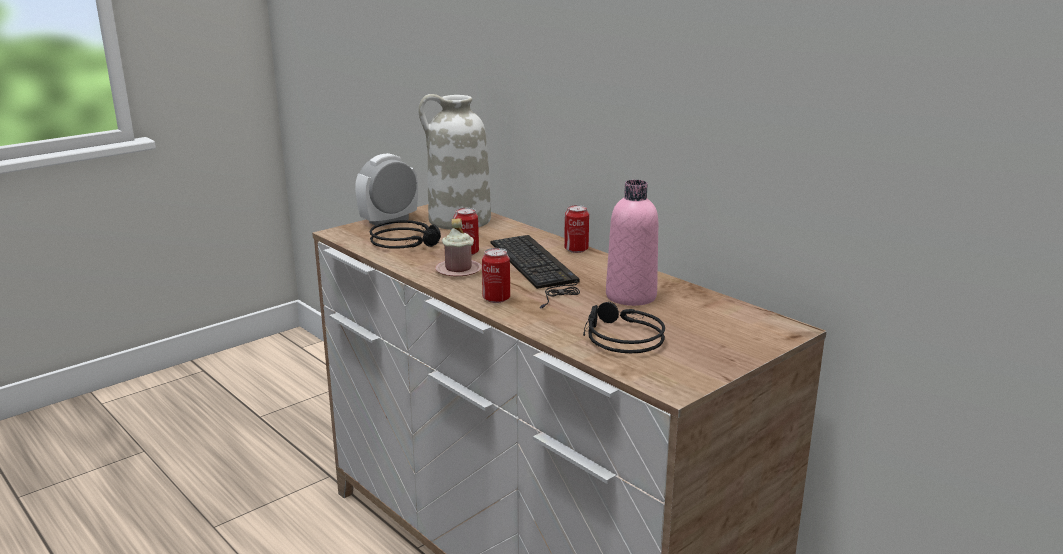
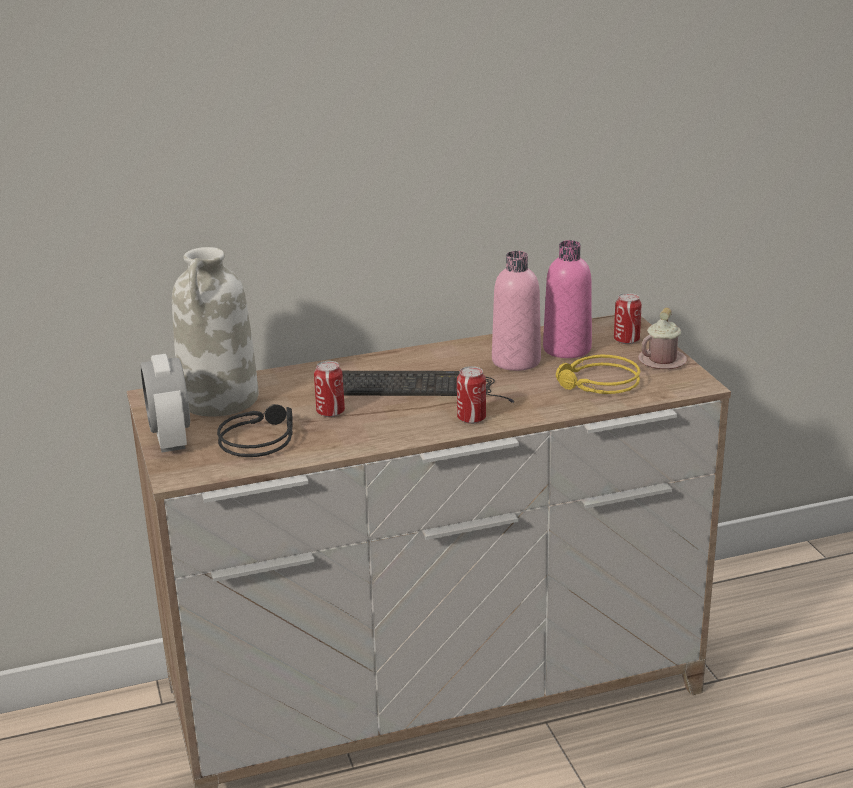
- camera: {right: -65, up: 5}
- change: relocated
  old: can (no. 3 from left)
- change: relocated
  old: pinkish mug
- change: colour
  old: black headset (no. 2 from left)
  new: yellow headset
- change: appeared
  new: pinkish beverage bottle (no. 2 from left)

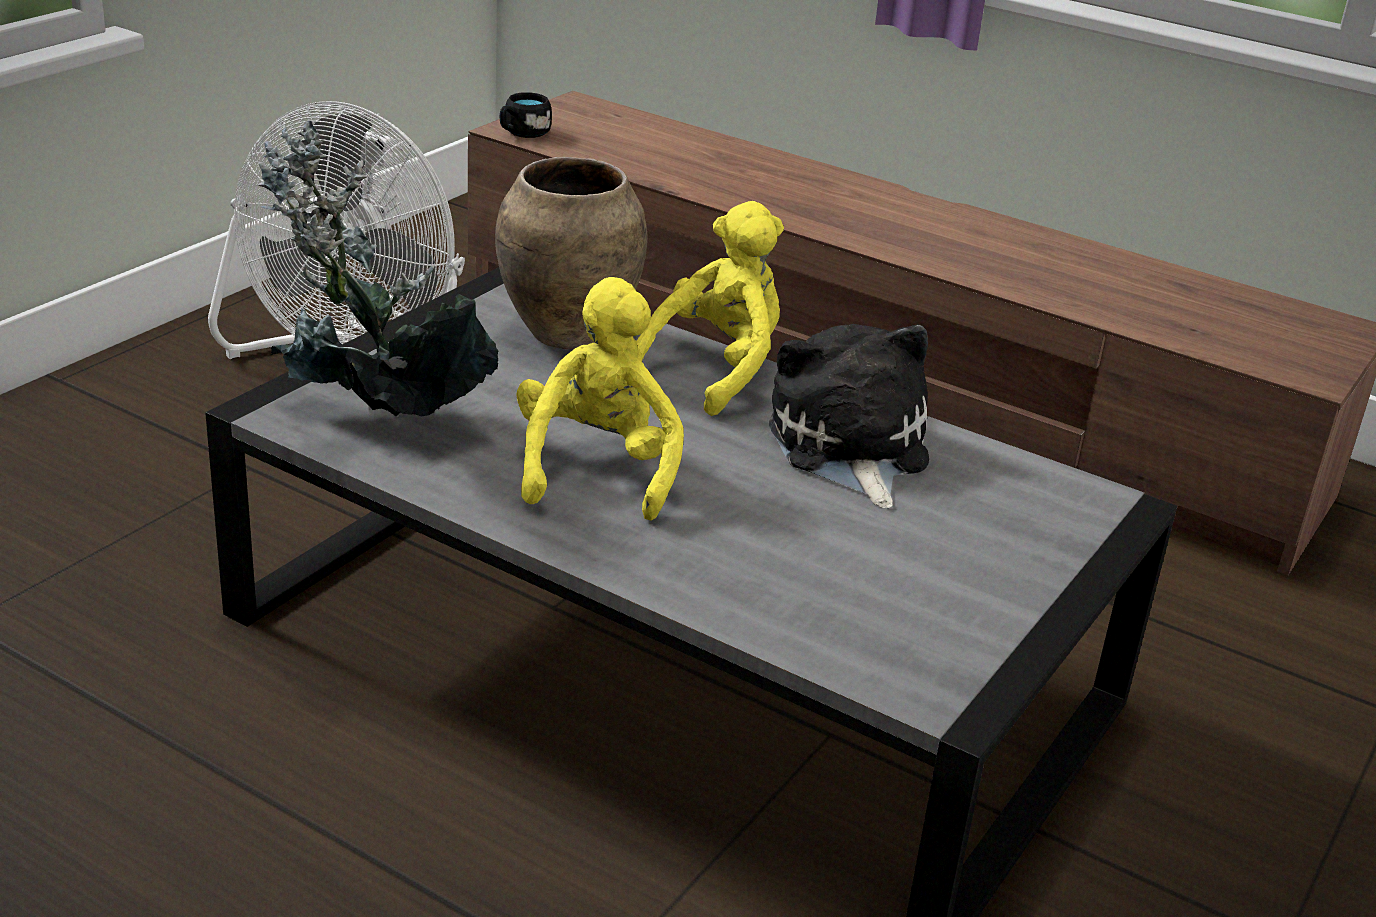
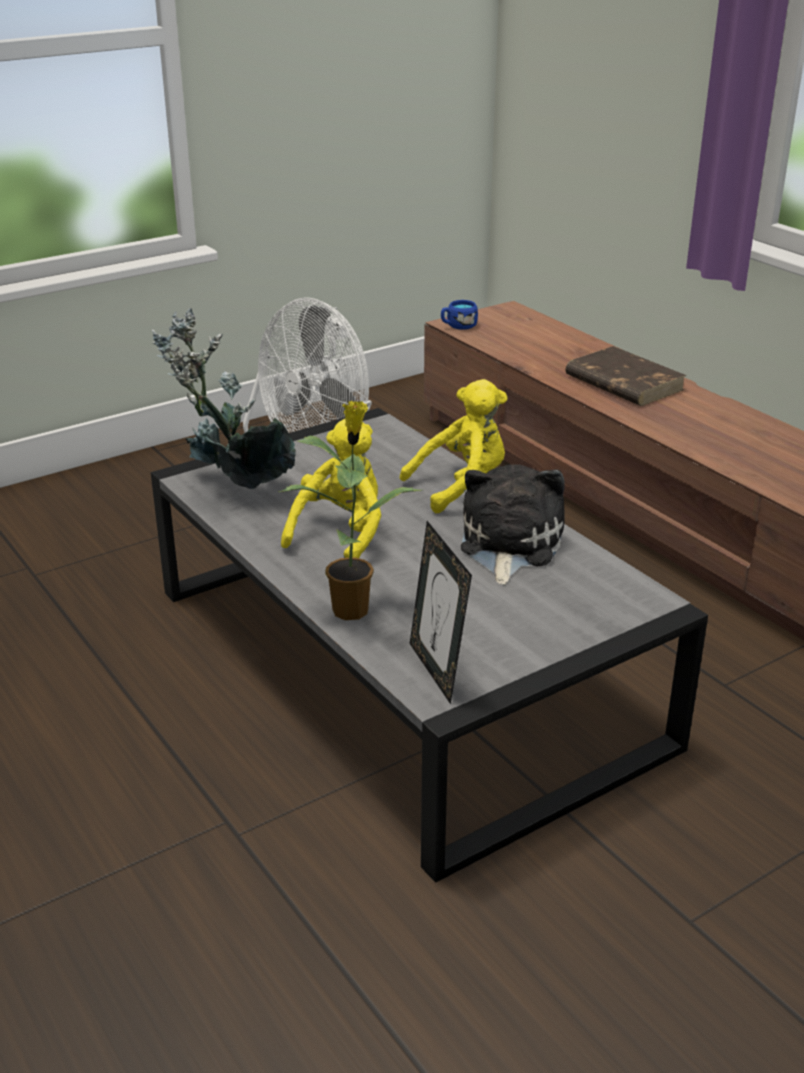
- camera: {right: 25, up: 0}
- change: colour
  old: black mug
  new: blue mug
- change: missing
  old: brown flower vase
- change: appeared
  new: brown bound book
- change: appeared
  new: potted plant (no. 2 from left)
- change: appeared
  new: photo frame

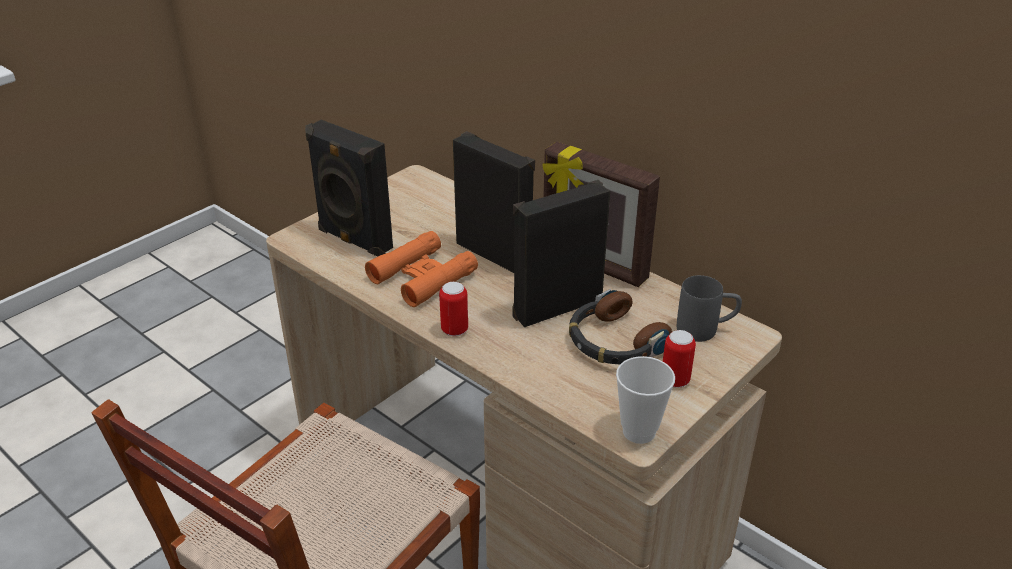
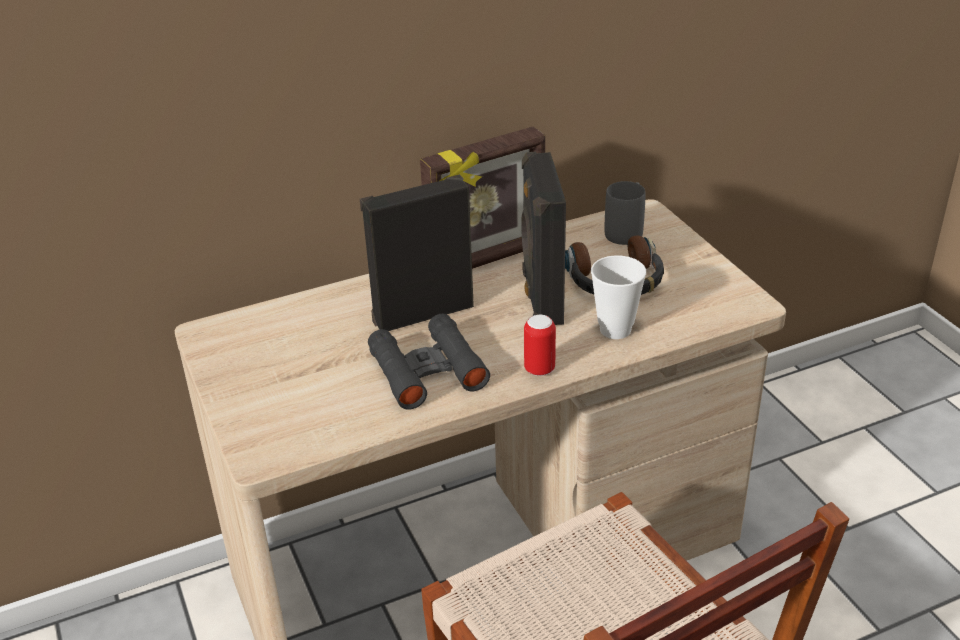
- camera: {right: -65, up: 0}
- change: missing
  old: black loudspeaker (no. 1 from left)
- change: colour
  old: orange-coloured binoculars
  new: black binoculars
- change: missing
  old: can (no. 2 from left)
- change: relocated
  old: cup

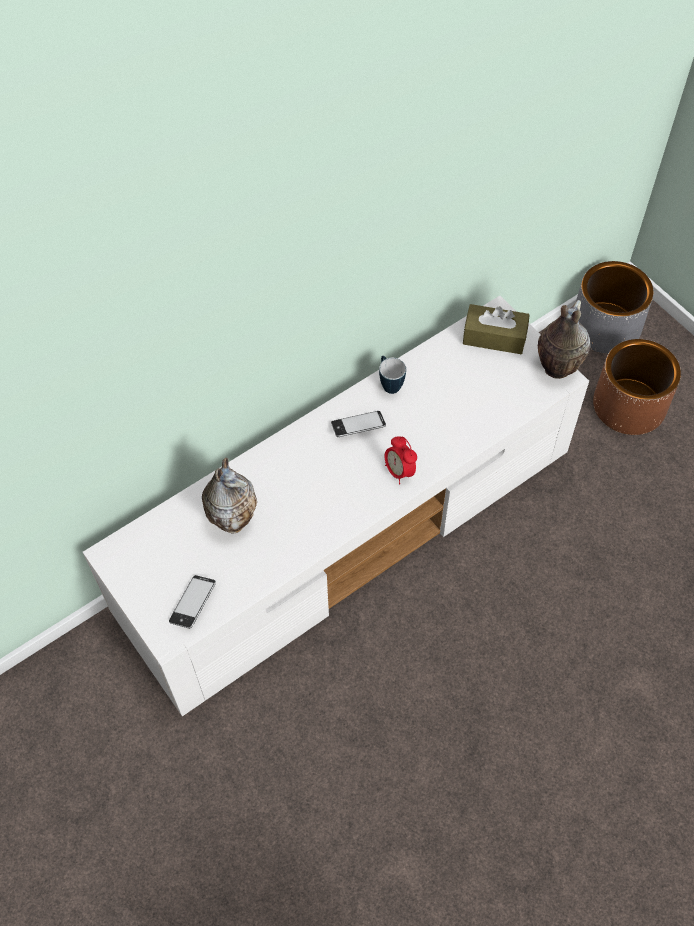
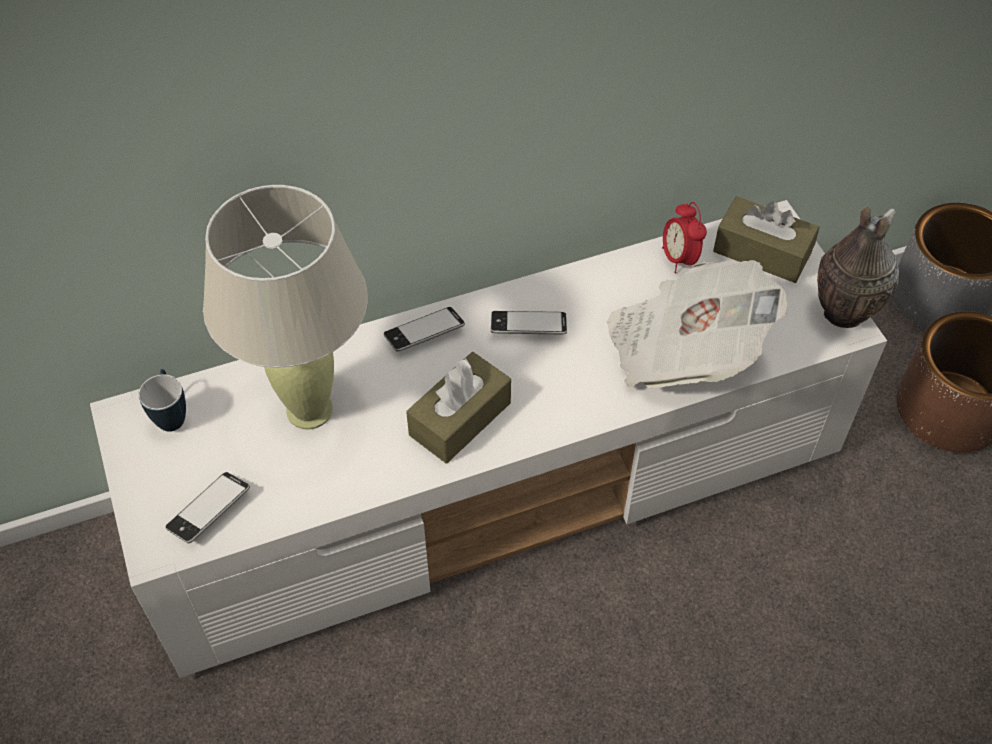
- camera: {right: 15, up: -5}
- change: relocated
  old: mug
- change: relocated
  old: bedside clock
- change: exchanged
  old: flower vase (no. 1 from left)
  new: sand-coloured lamp for a table
- change: appeared
  new: daily paper
- change: appeared
  new: phone (no. 2 from left)
- change: appeared
  new: brown tissue box (no. 1 from left)

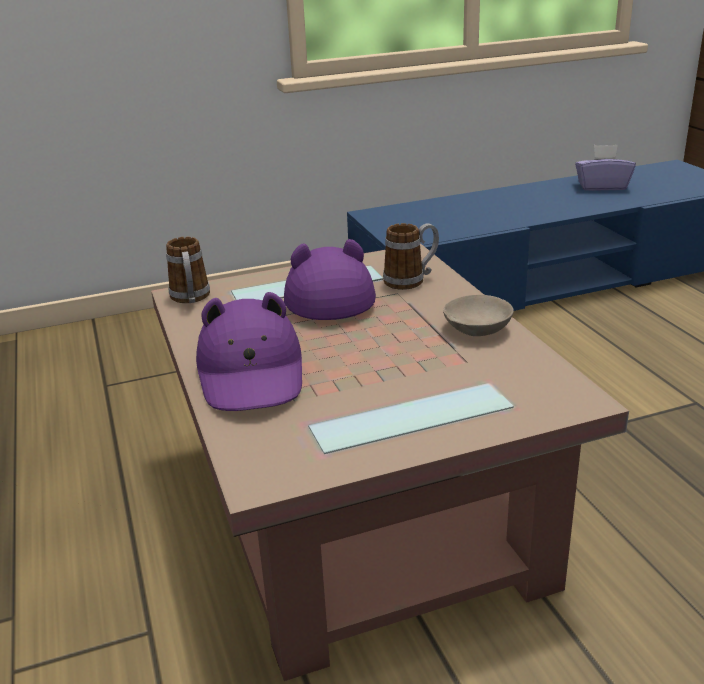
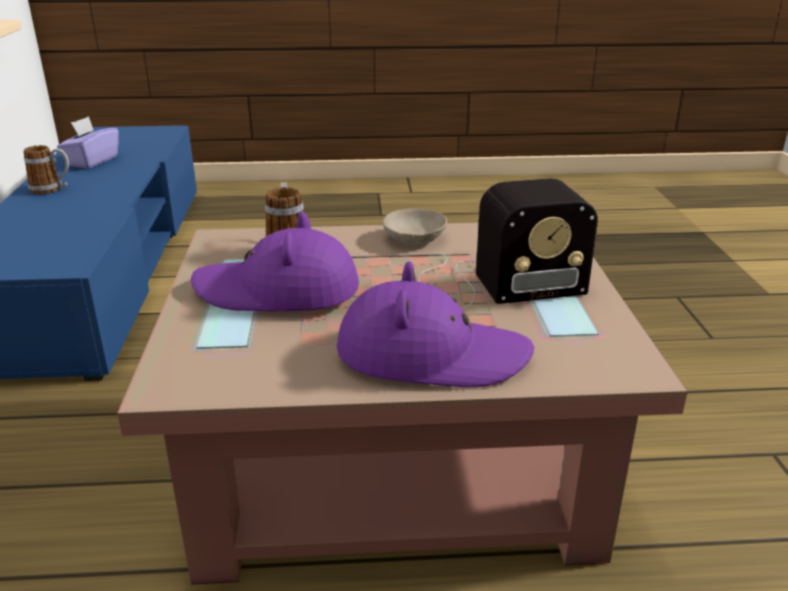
- camera: {right: -75, up: 0}
- change: relocated
  old: mug (no. 1 from left)
- change: appeared
  new: radio set

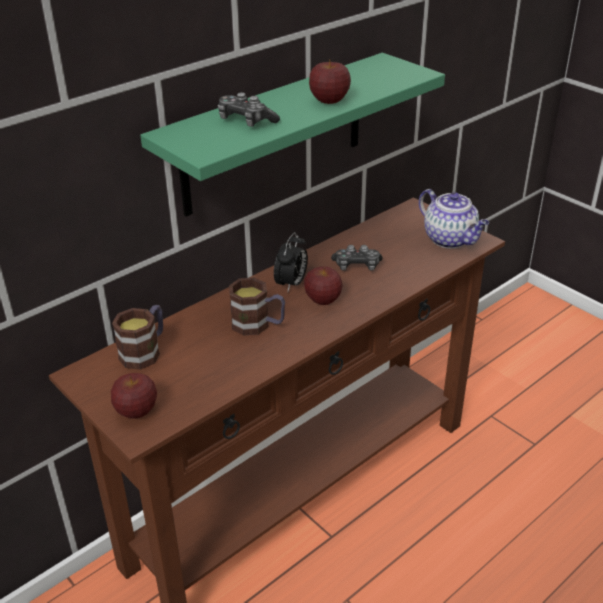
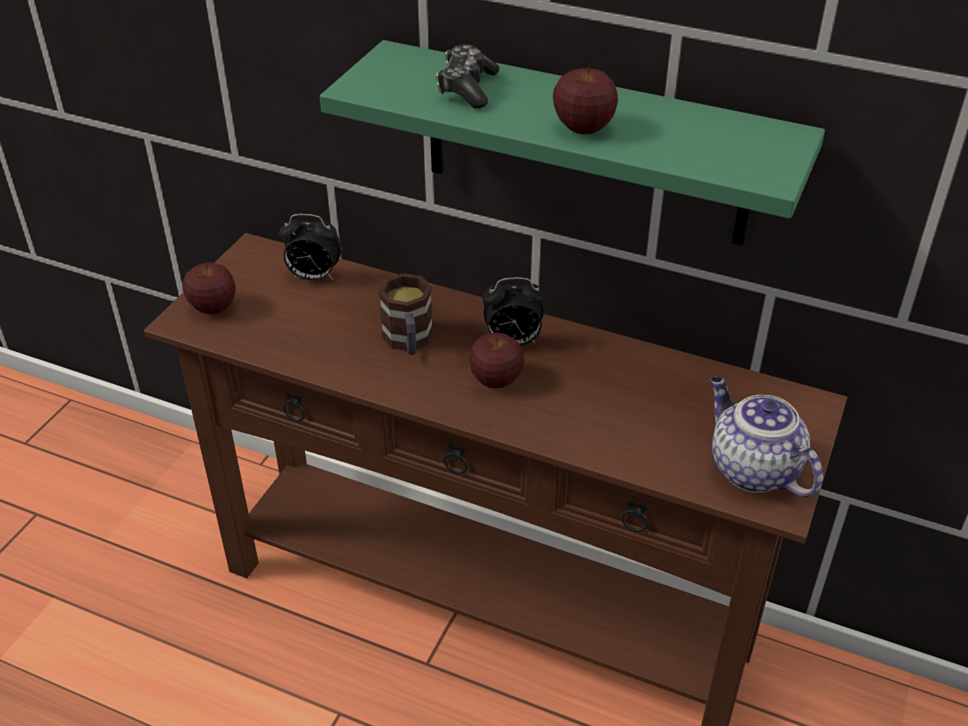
- camera: {right: 65, up: 5}
- change: spun
  old: tea pot
  degrees: 120
- change: missing
  old: game controller (no. 2 from left)
- change: exchanged
  old: mug (no. 1 from left)
  new: bedside clock (no. 1 from left)

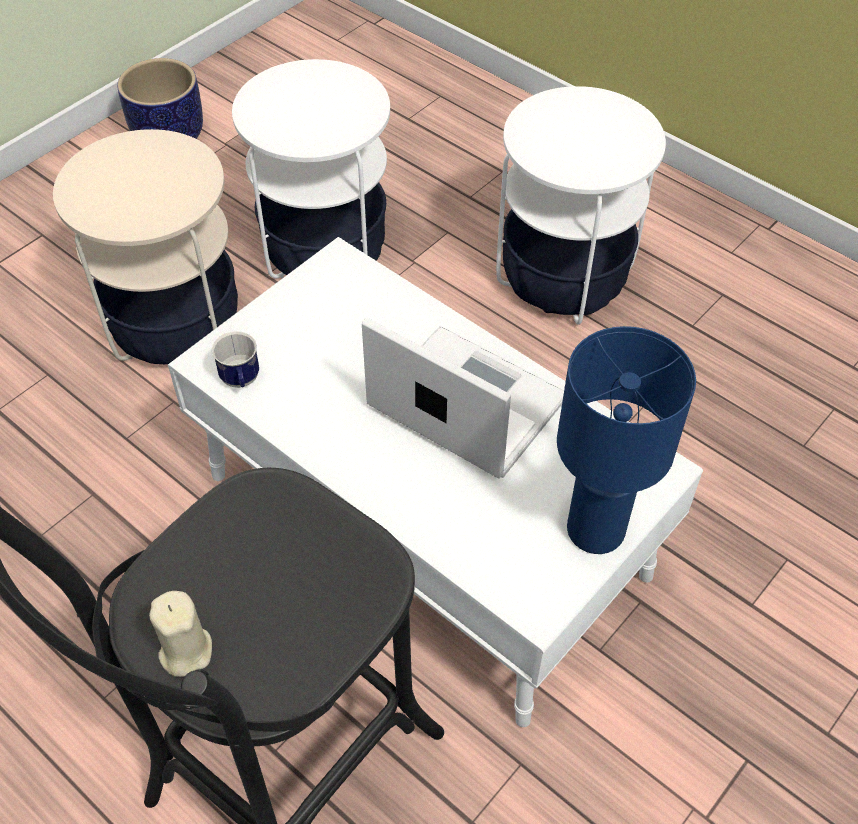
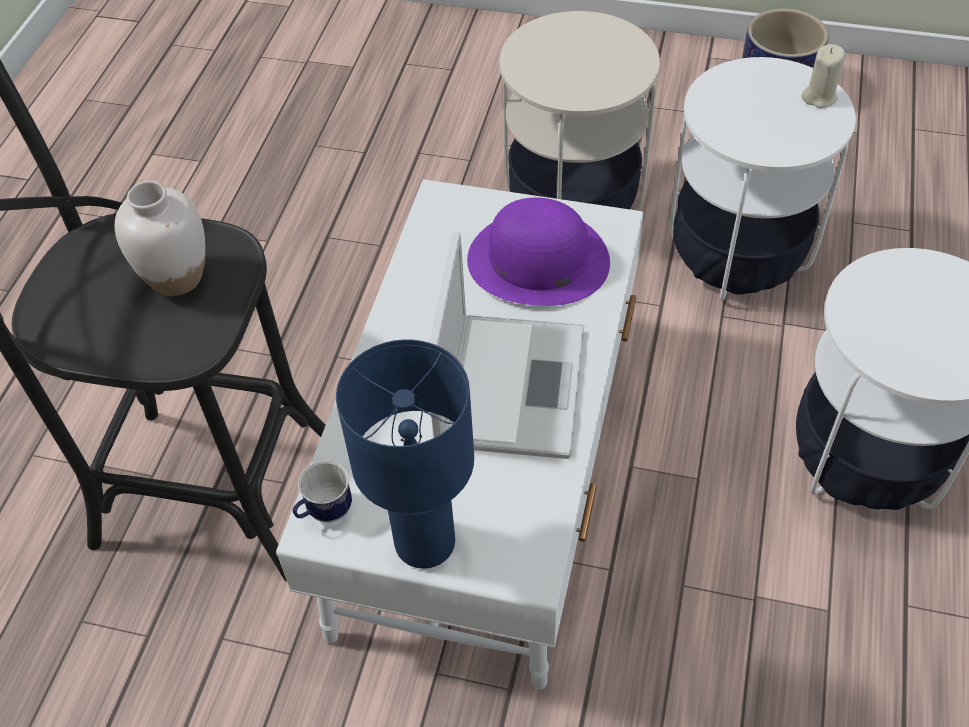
- camera: {right: 65, up: 0}
- change: relocated
  old: mug
- change: relocated
  old: sand-coloured wax light
- change: appeared
  new: white flower vase
- change: appeared
  new: purplish clothing hat

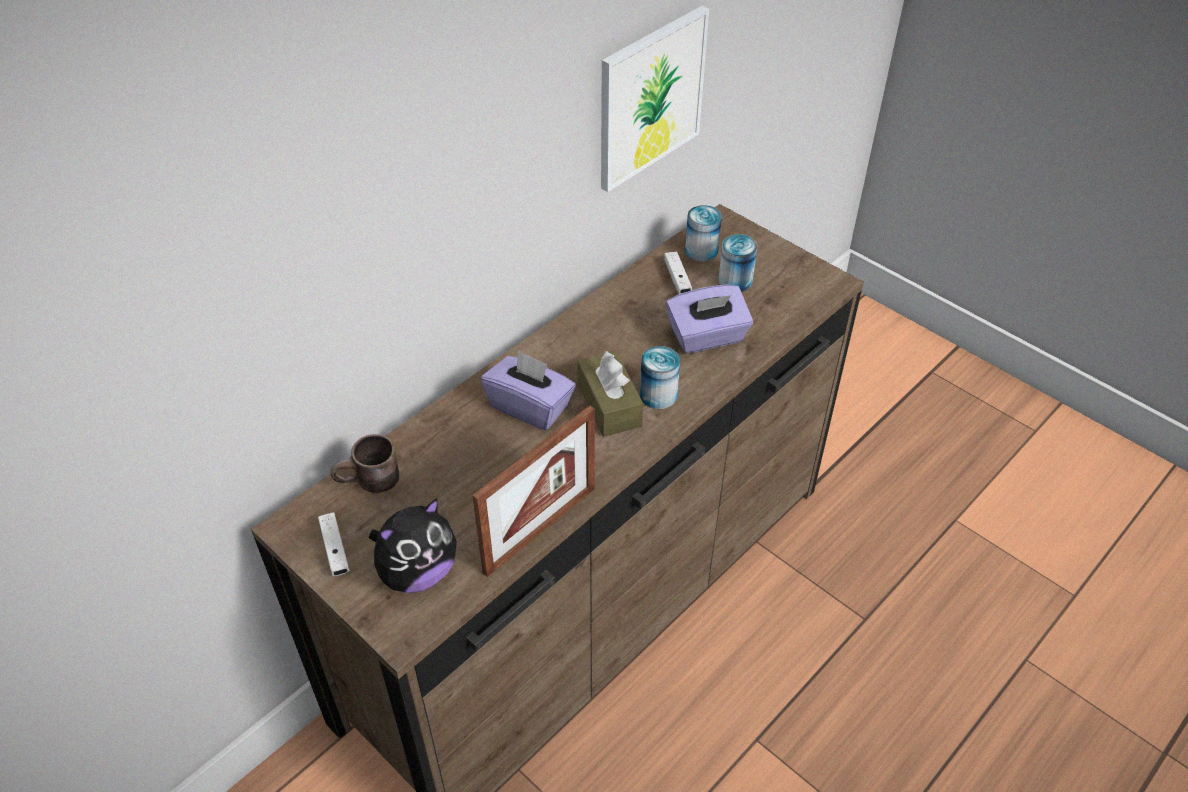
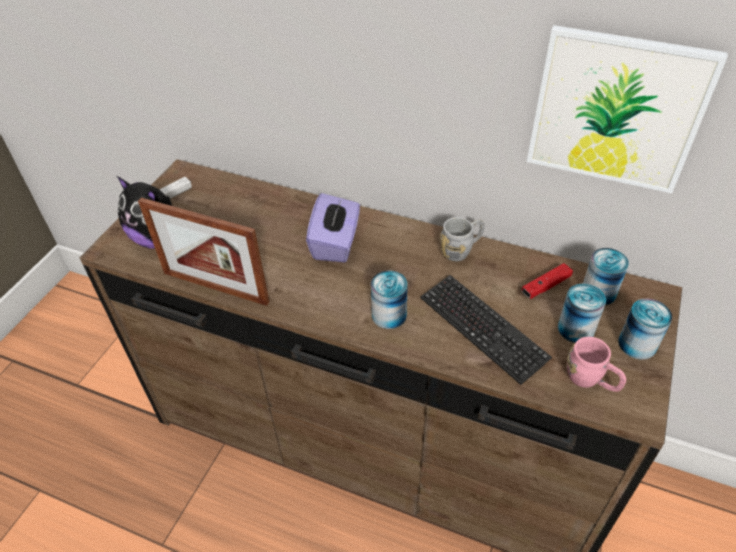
- camera: {right: 70, up: 0}
- change: colour
  old: white game controller (no. 2 from left)
  new: red-coloured game controller
- change: exchanged
  old: purplish tissue box (no. 2 from left)
  new: computer keyboard
- change: missing
  old: brown tissue box
- change: missing
  old: brown mug
- change: appeared
  new: gray mug
- change: appeared
  new: can (no. 4 from left)
- change: appeared
  new: pinkish mug

